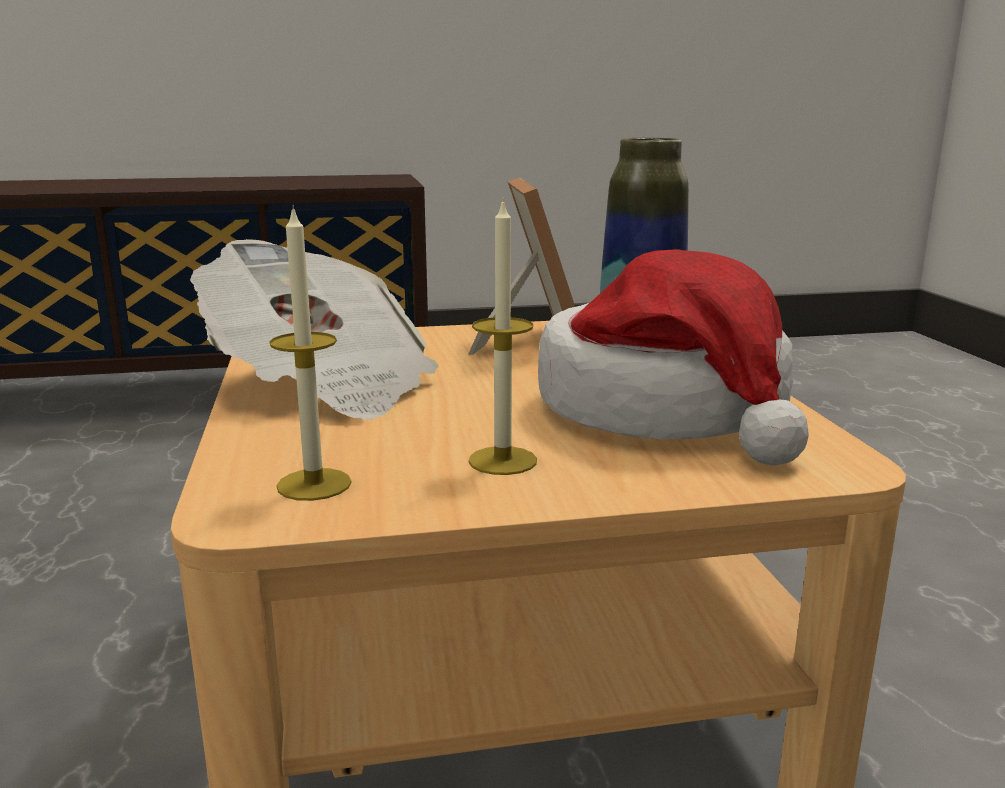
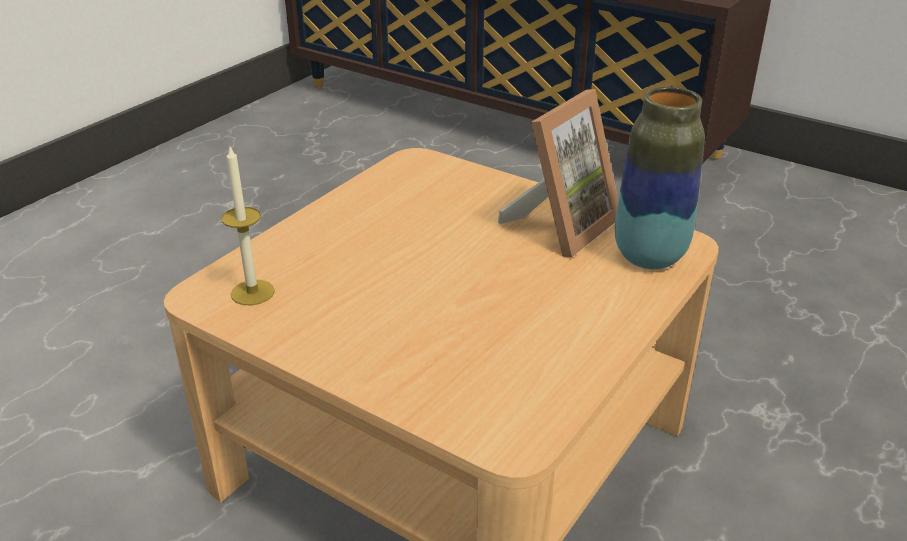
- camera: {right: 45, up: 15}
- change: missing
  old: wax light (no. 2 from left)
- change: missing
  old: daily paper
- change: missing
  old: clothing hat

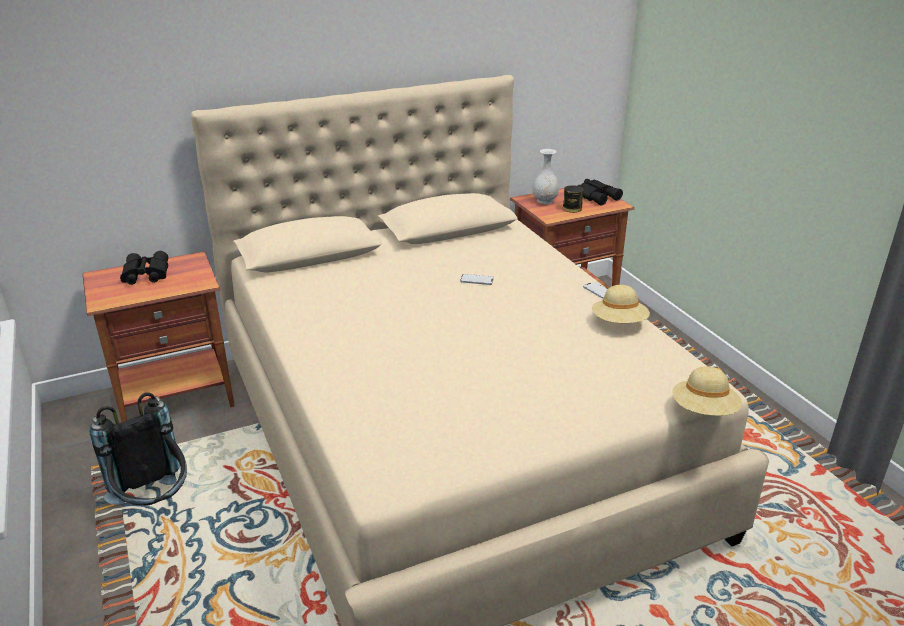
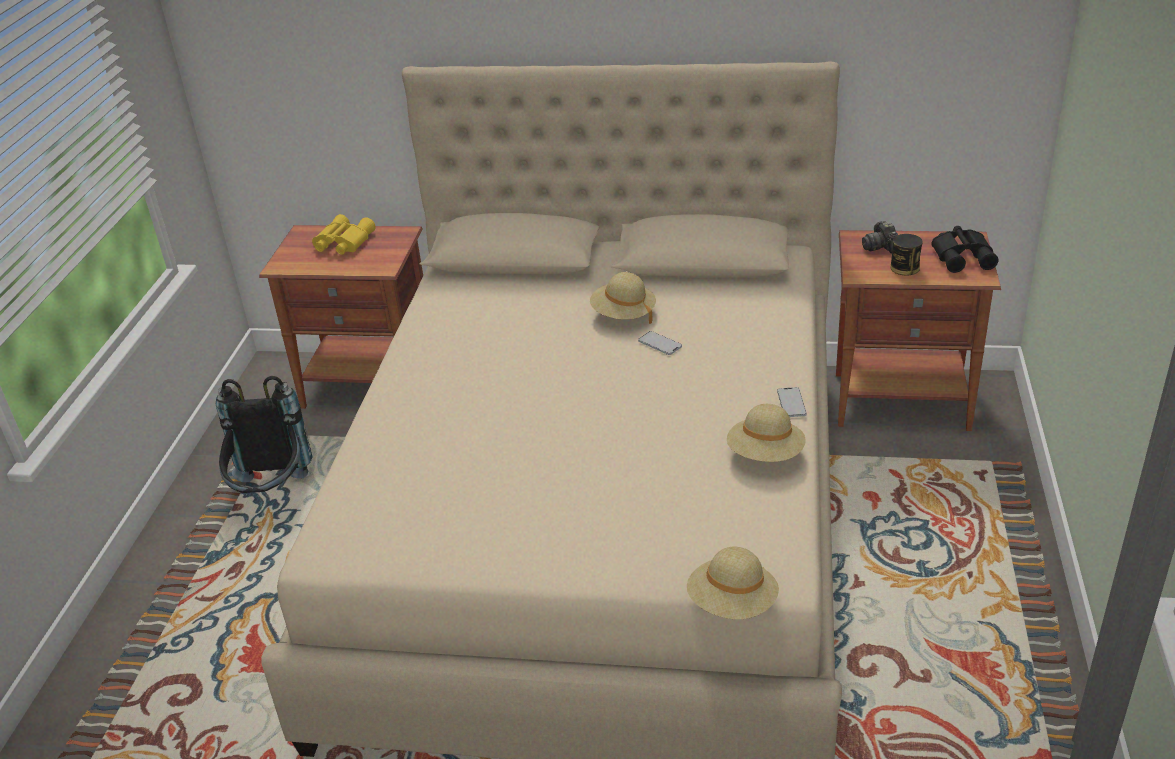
- camera: {right: 35, up: 5}
- change: exchanged
  old: white flower vase
  new: still camera
- change: colour
  old: black binoculars (no. 1 from left)
  new: yellow binoculars
- change: appeared
  new: sand-coloured clothing hat (no. 1 from left)

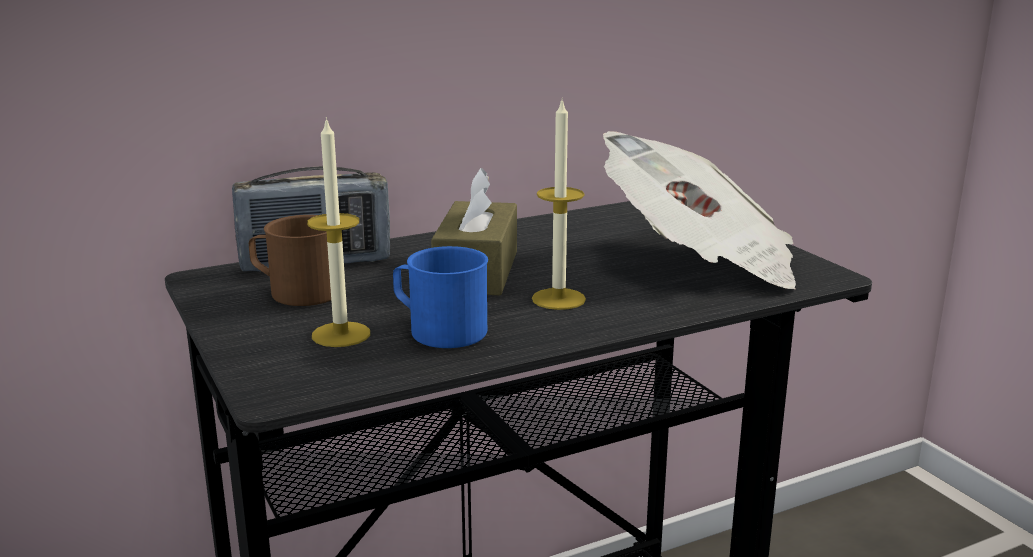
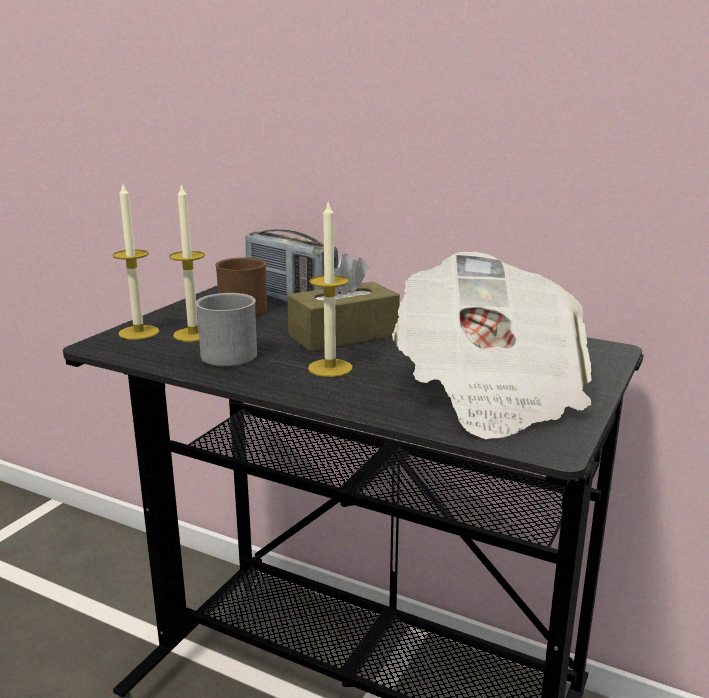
- camera: {right: 55, up: 0}
- change: colour
  old: blue mug
  new: gray mug
- change: appeared
  new: wax light (no. 1 from left)

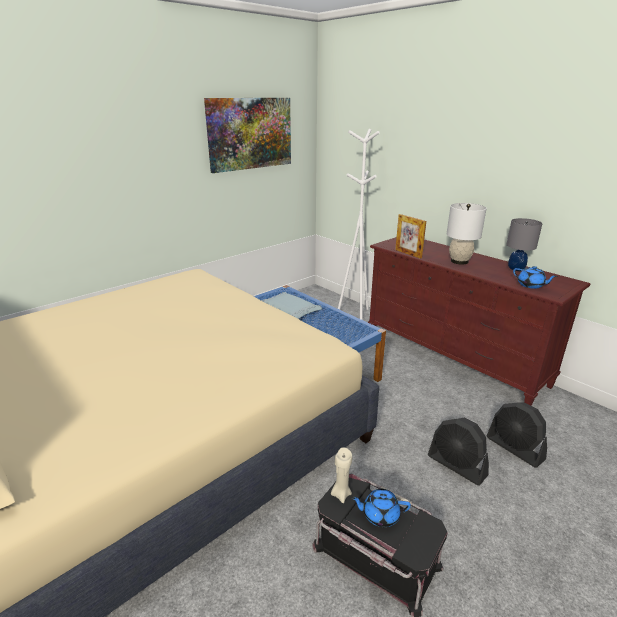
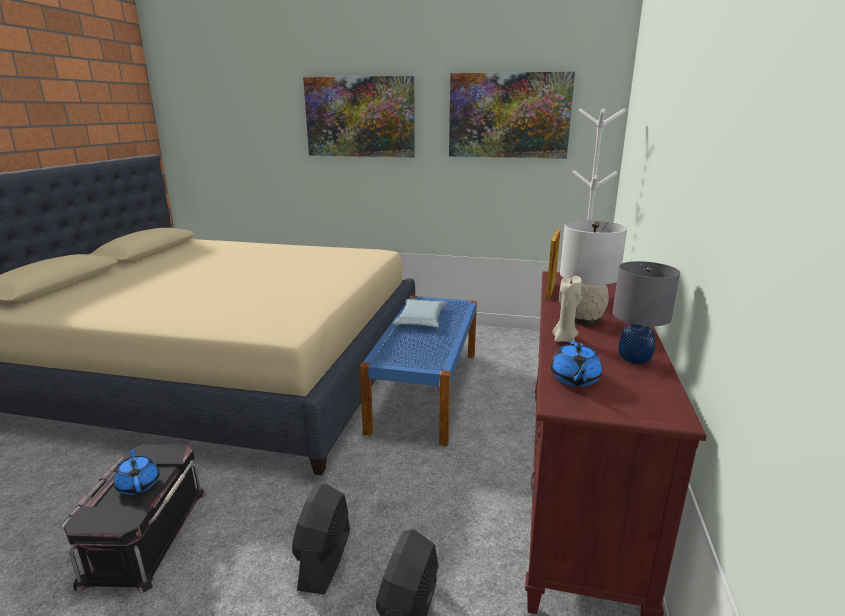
- camera: {right: 55, up: -5}
- change: relocated
  old: sand-coloured wax light
- change: appeared
  new: picture (no. 1 from left)

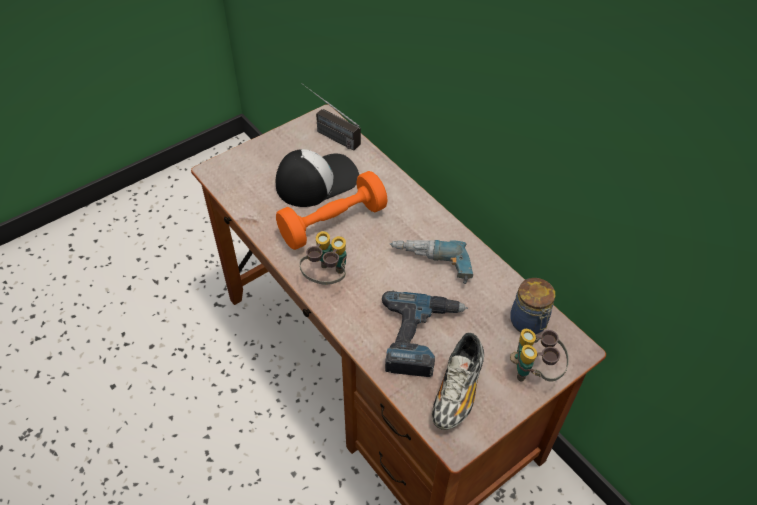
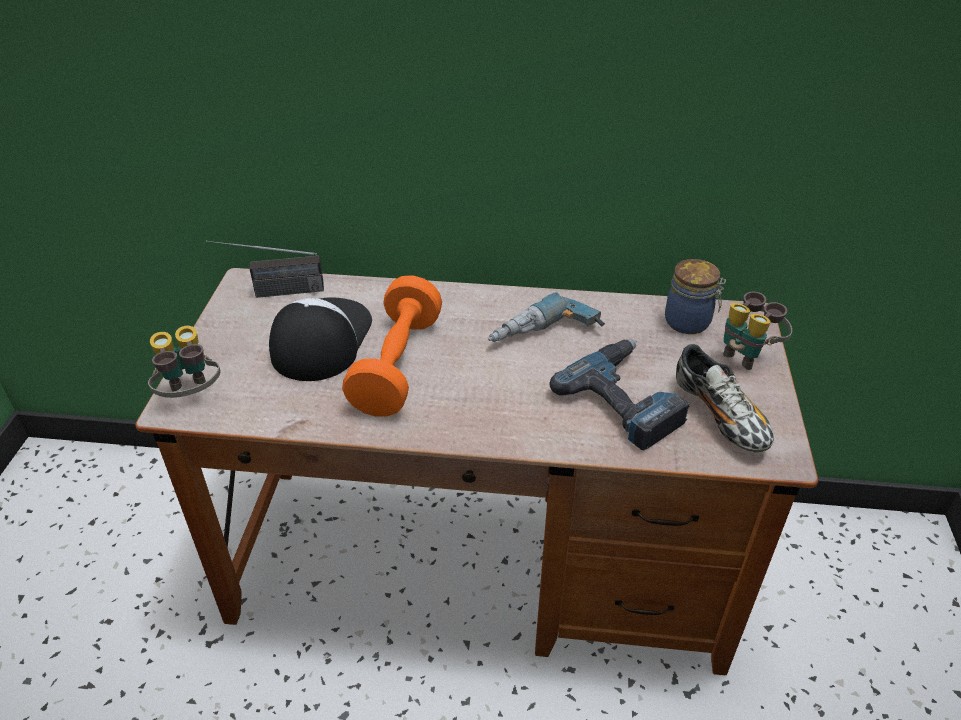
- camera: {right: -45, up: -10}
- change: relocated
  old: binoculars (no. 1 from left)

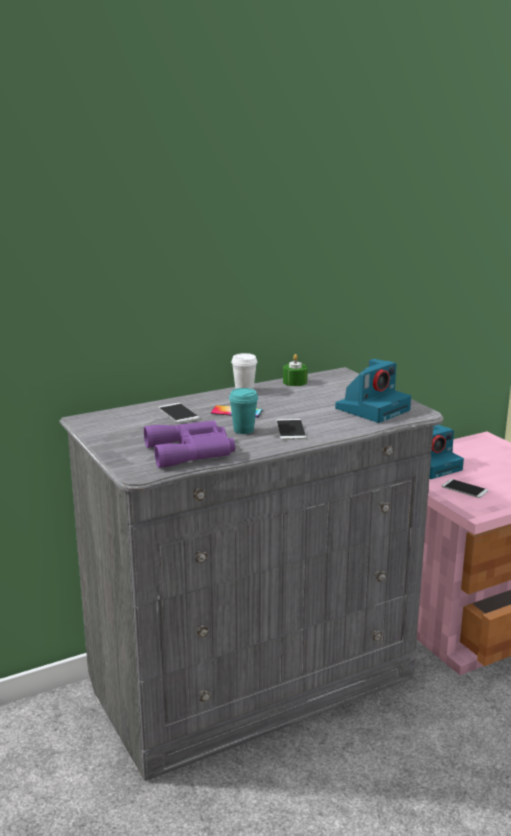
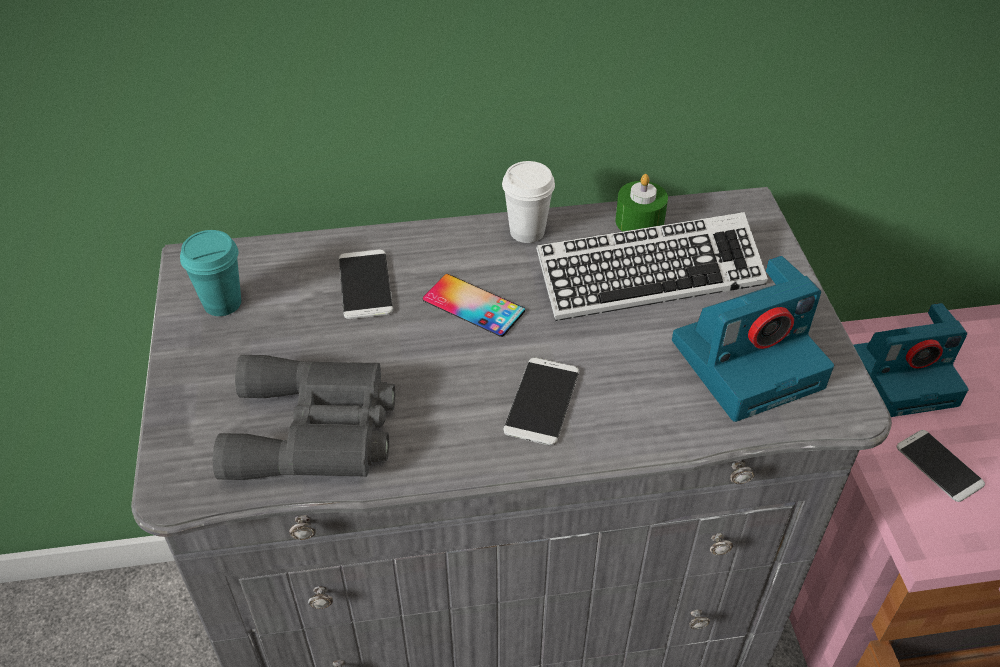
- camera: {right: 20, up: 25}
- change: relocated
  old: turquoise cup
- change: colour
  old: purplish binoculars
  new: gray binoculars
- change: appeared
  new: computer keyboard

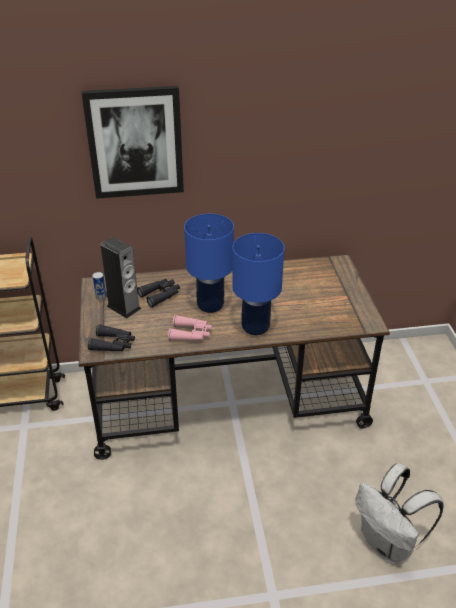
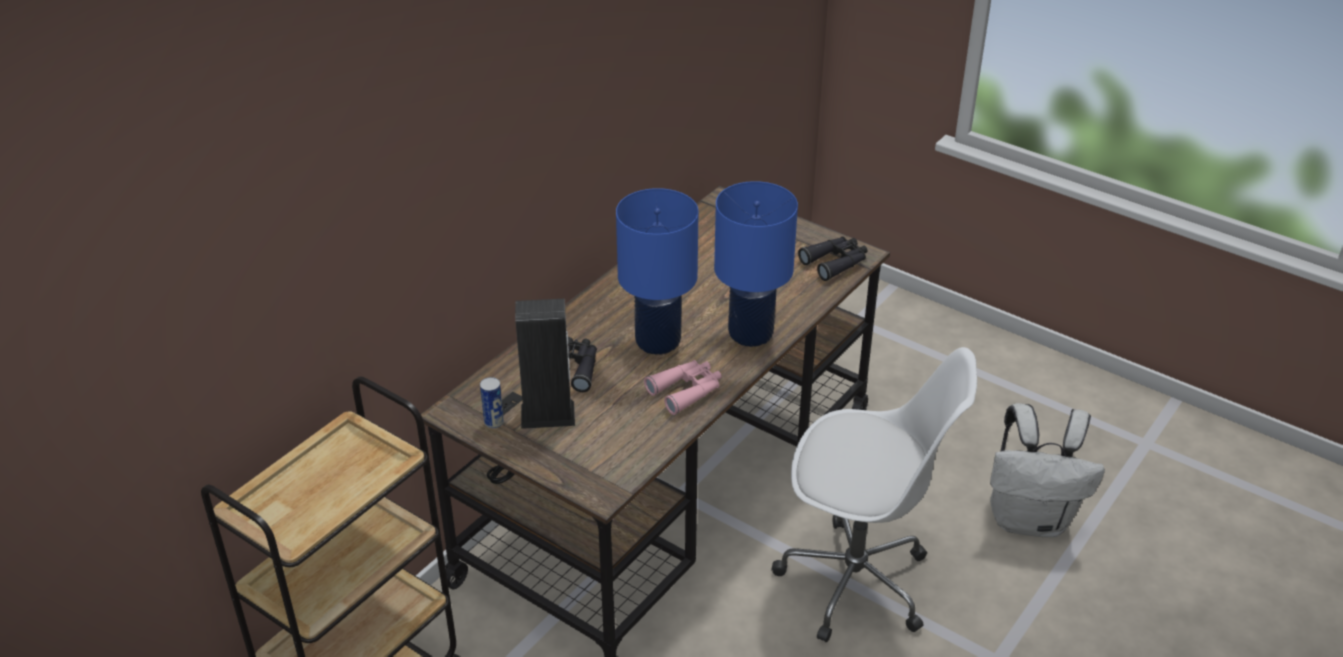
- camera: {right: -45, up: 0}
- change: missing
  old: picture
- change: relocated
  old: black binoculars (no. 1 from left in the first image)
  new: black binoculars (no. 2 from left)
- change: appeared
  new: white office chair

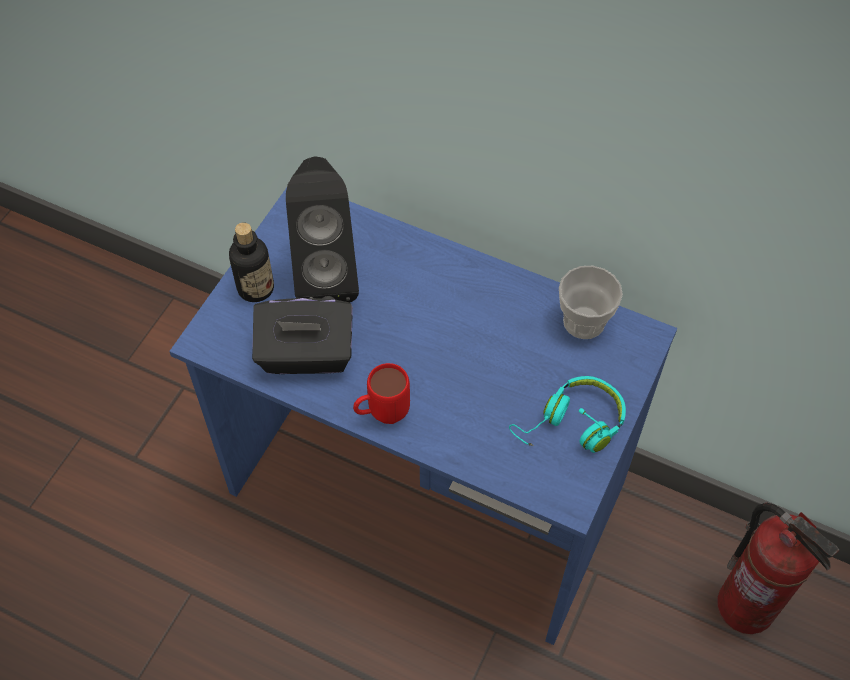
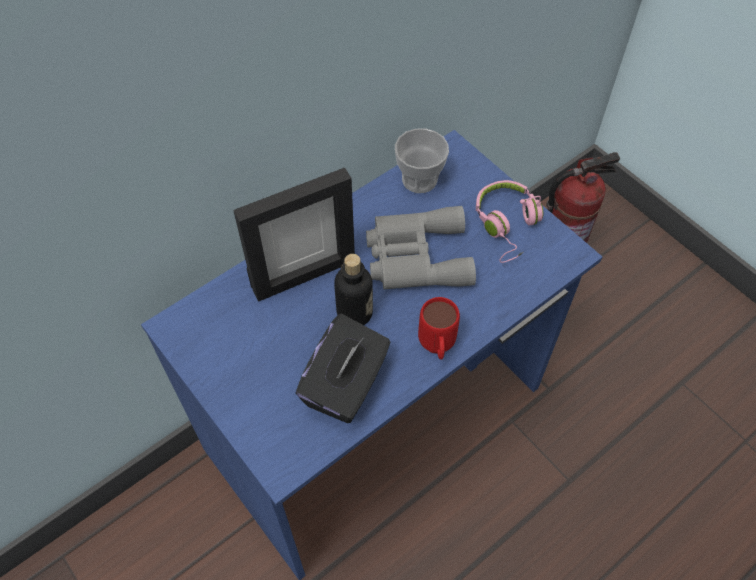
- camera: {right: -65, up: 0}
- change: missing
  old: black loudspeaker
- change: relocated
  old: beverage bottle
- change: colour
  old: turquoise headset
  new: pinkish headset
- change: appeared
  new: photo frame
- change: appeared
  new: gray binoculars

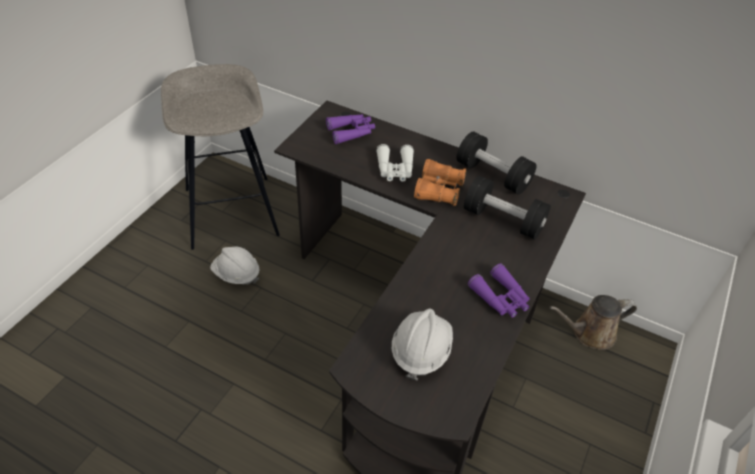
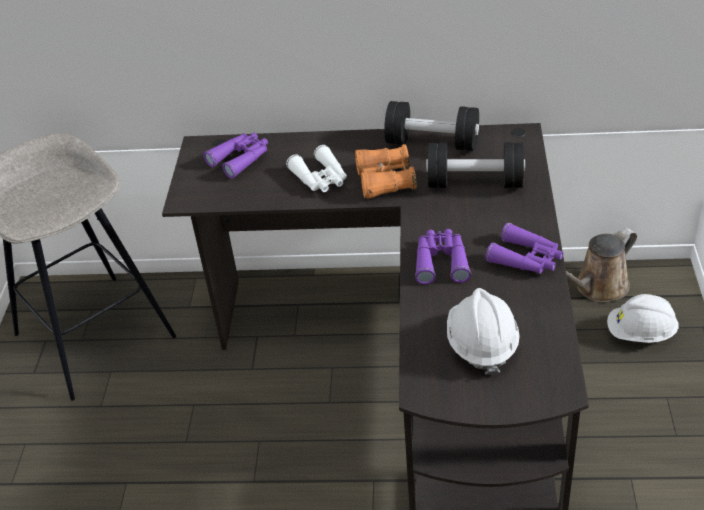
- camera: {right: -20, up: -5}
- change: relocated
  old: white hard hat (no. 1 from left in the first image)
  new: white hard hat (no. 2 from left)
- change: appeared
  new: purplish binoculars (no. 2 from left)

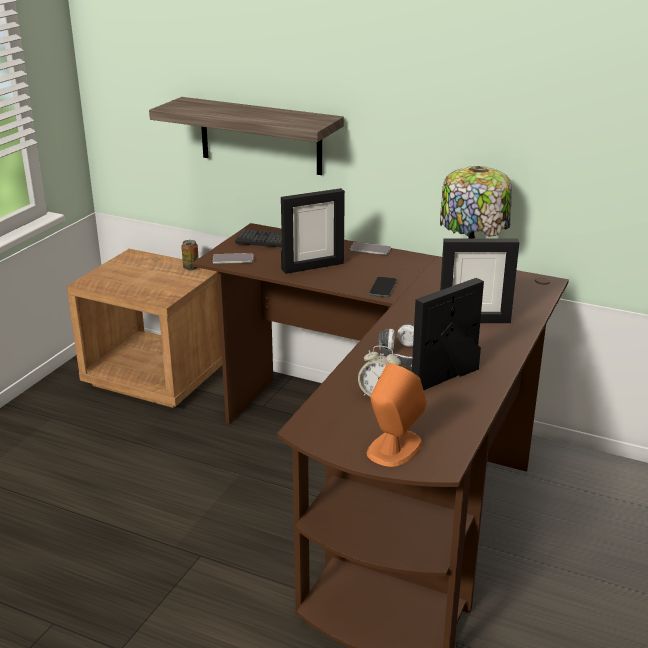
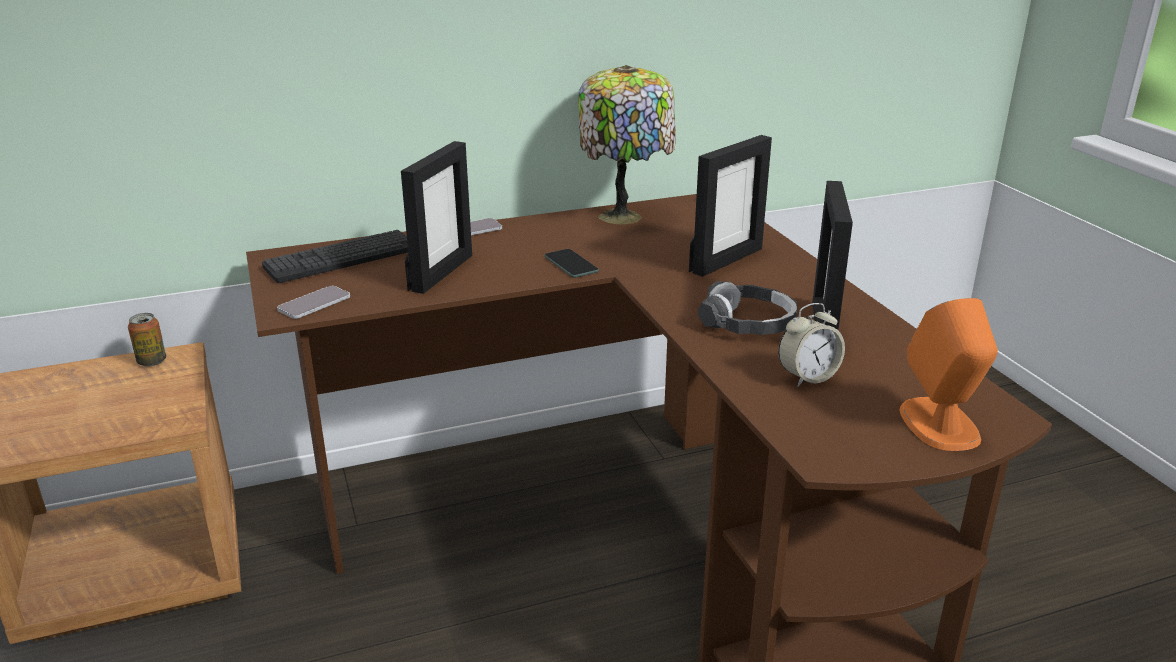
- camera: {right: -45, up: 0}
- change: missing
  old: wall shelf

